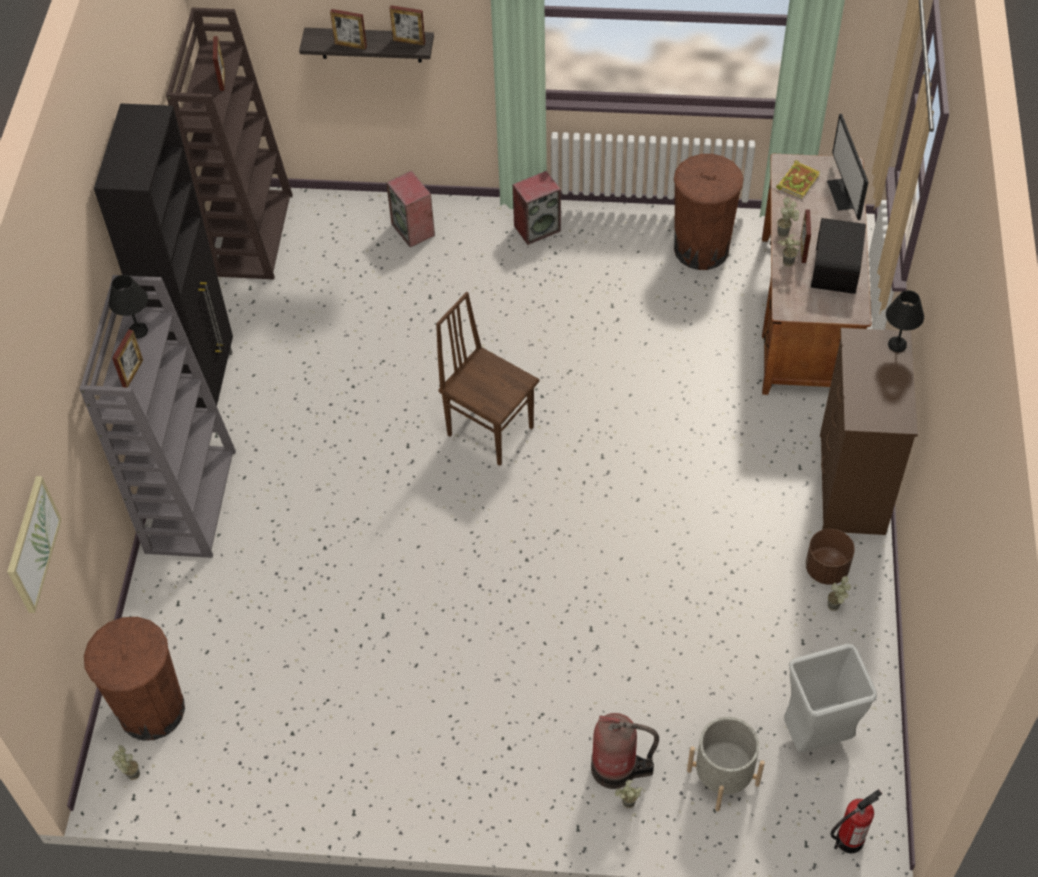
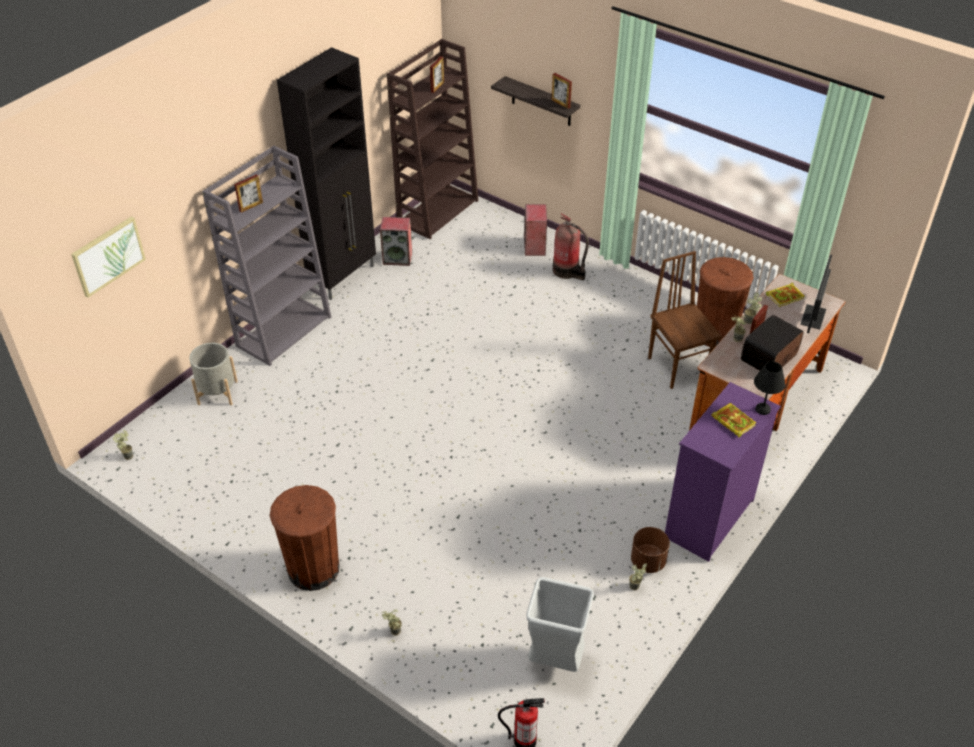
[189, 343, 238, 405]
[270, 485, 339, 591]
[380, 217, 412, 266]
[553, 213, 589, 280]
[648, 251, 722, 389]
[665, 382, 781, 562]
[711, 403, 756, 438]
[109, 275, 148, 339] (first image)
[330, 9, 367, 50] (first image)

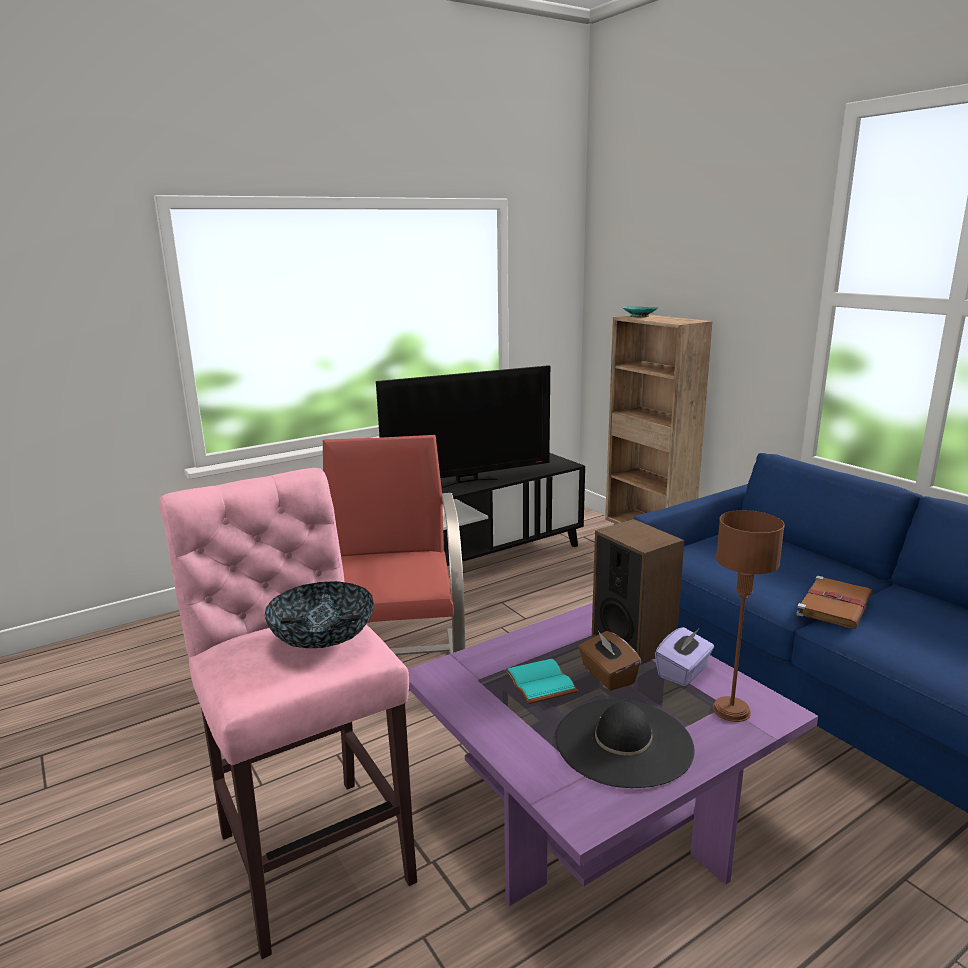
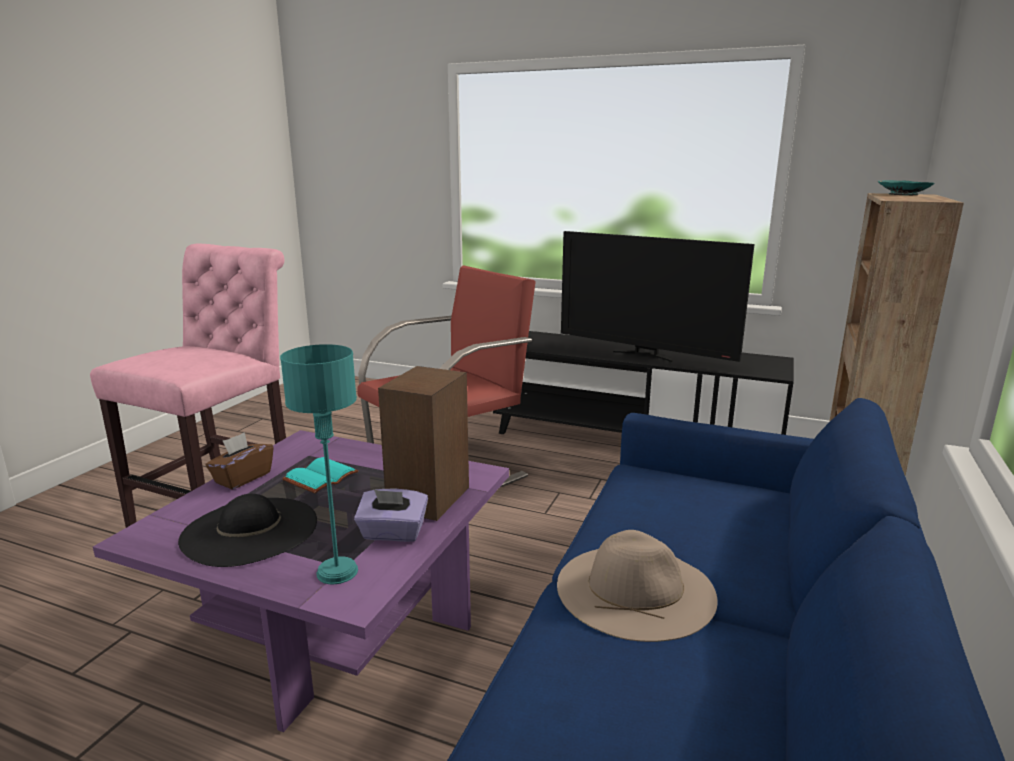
[206, 432, 274, 490]
[280, 344, 358, 584]
[557, 530, 718, 642]
[265, 581, 374, 648] (first image)

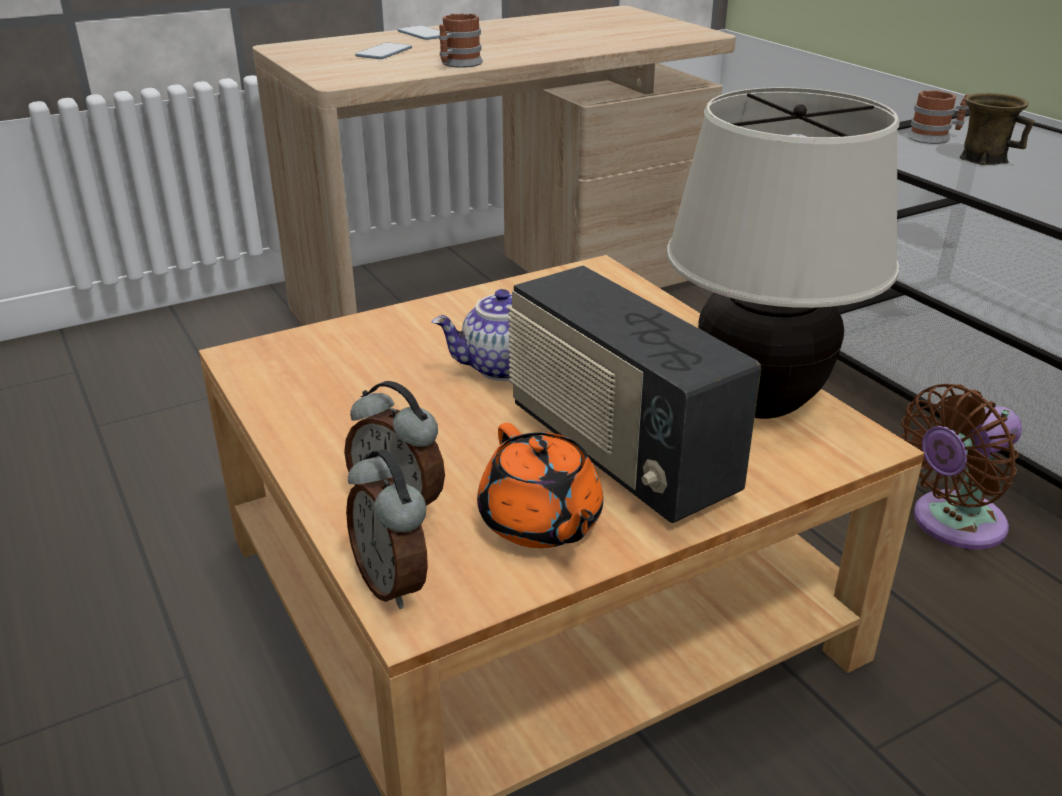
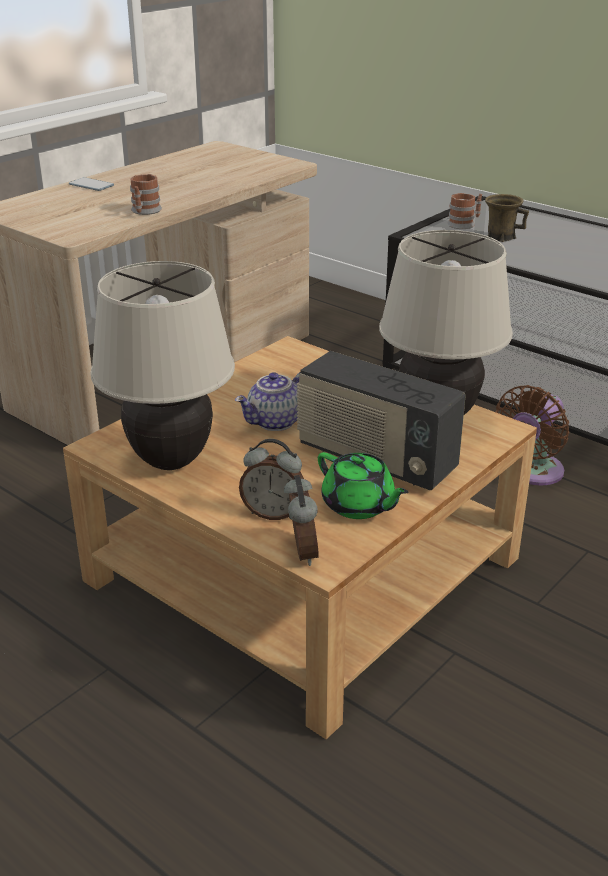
[90, 261, 235, 470]
[284, 475, 319, 566]
[318, 452, 408, 519]
[355, 43, 412, 59] (first image)

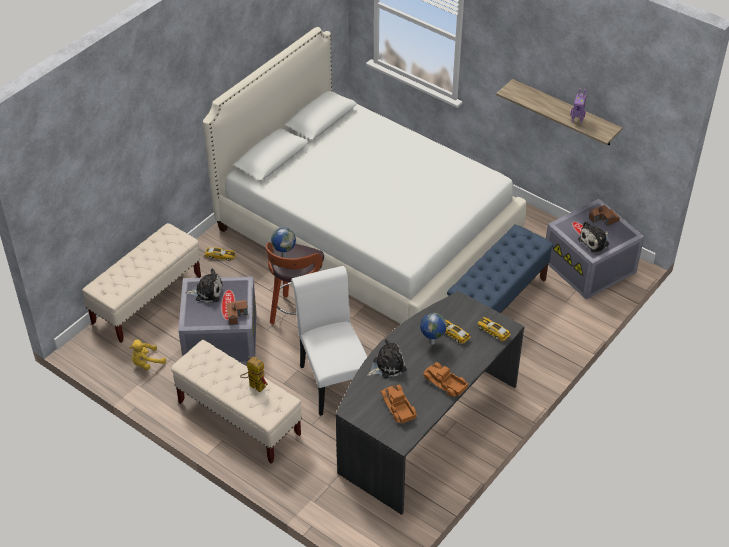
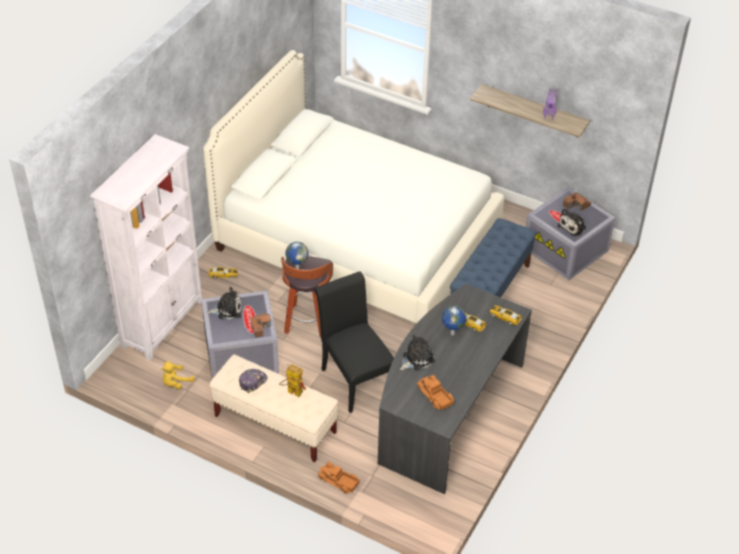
[90, 134, 203, 360]
[239, 369, 267, 393]
[314, 271, 394, 413]
[318, 462, 360, 493]

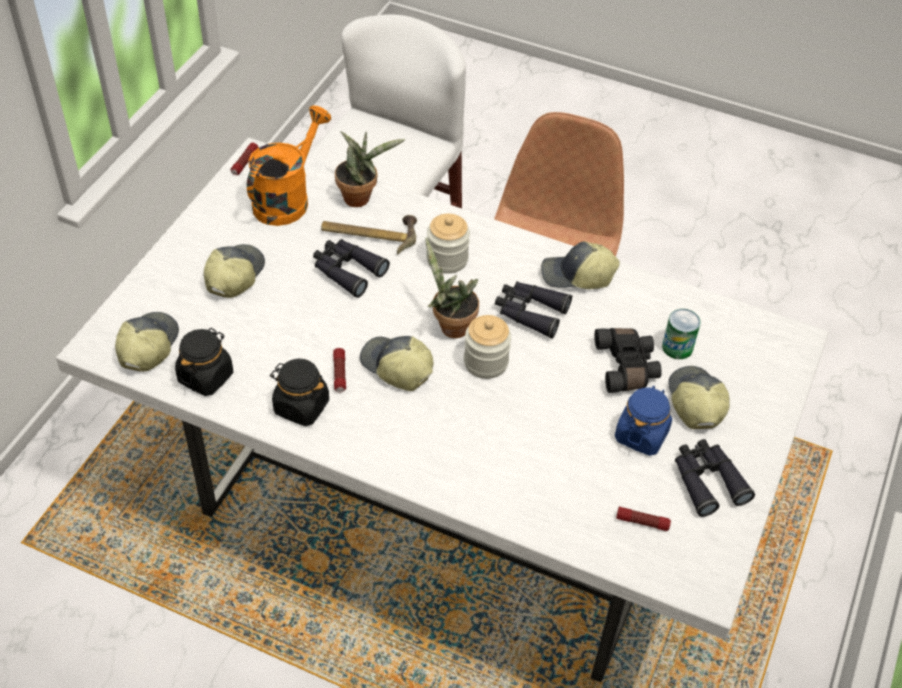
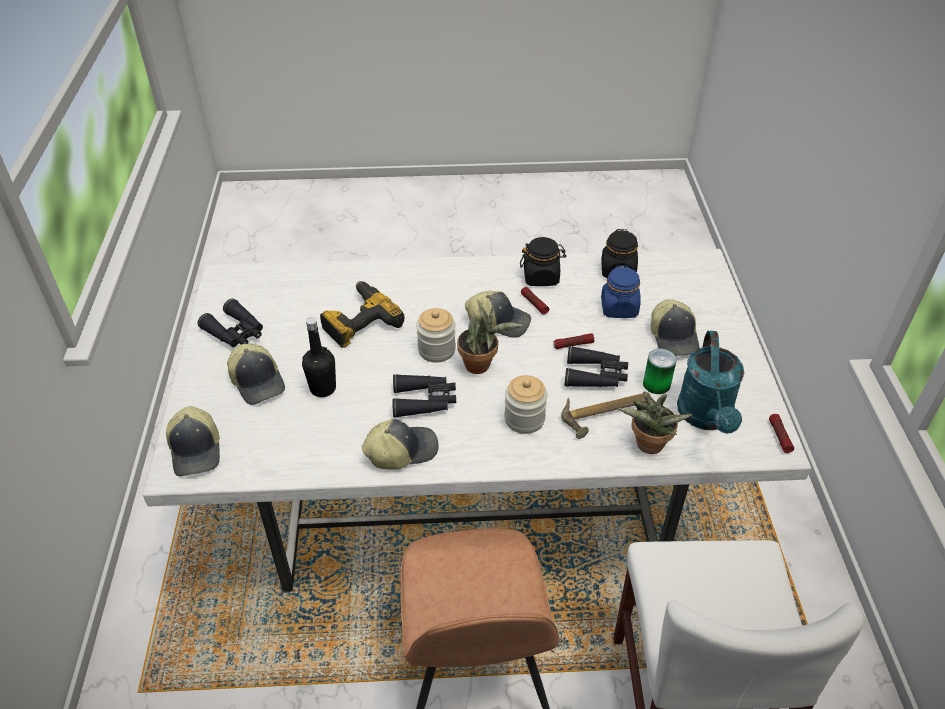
[166, 406, 220, 477]
[302, 317, 336, 397]
[320, 281, 405, 348]
[553, 333, 594, 349]
[601, 265, 641, 318]
[643, 349, 677, 394]
[677, 331, 744, 434]

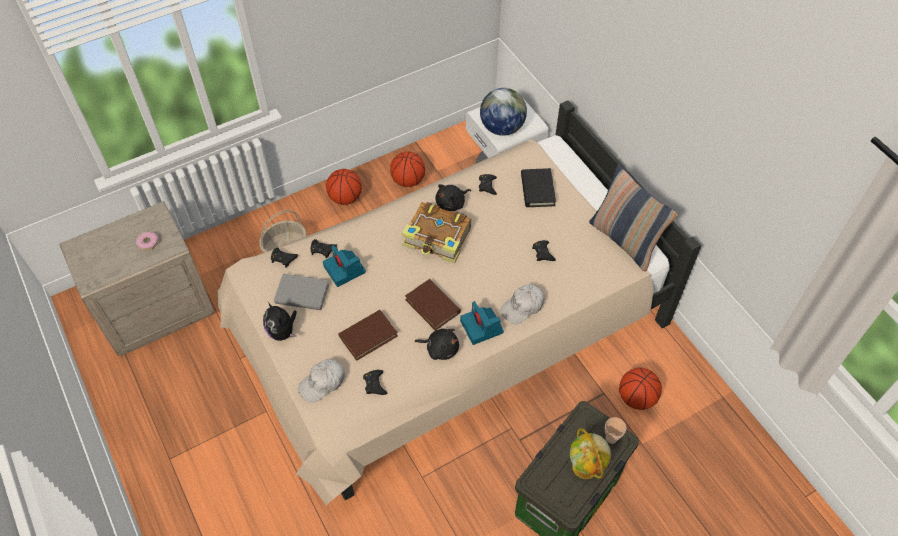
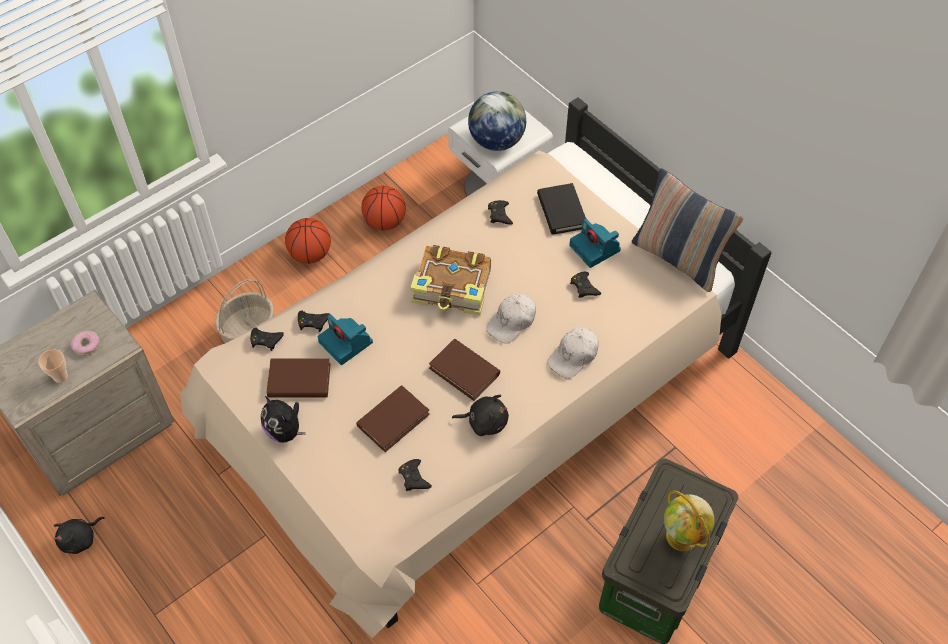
[38, 349, 68, 383]
[54, 517, 105, 554]
[267, 359, 331, 397]
[486, 294, 536, 344]
[569, 219, 621, 268]
[619, 368, 662, 410] (first image)

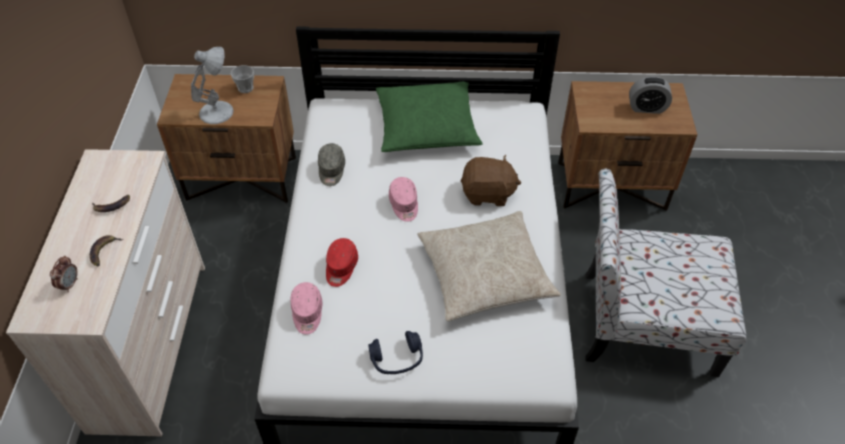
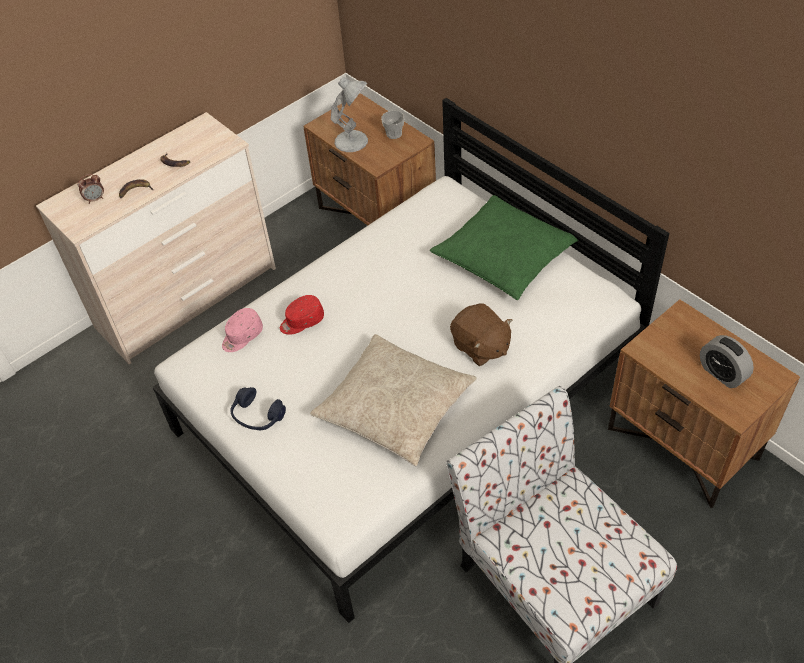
[318, 143, 345, 186] (first image)
[389, 177, 418, 222] (first image)

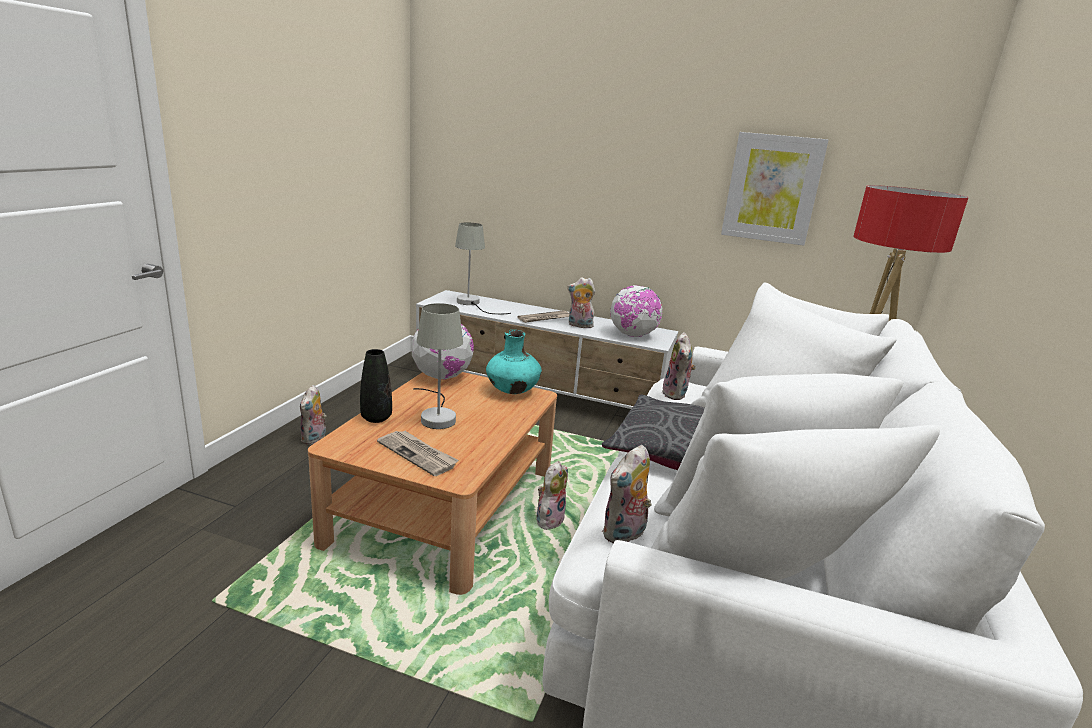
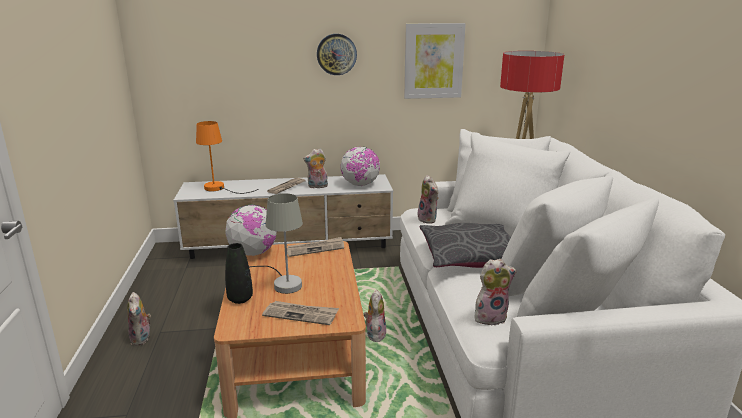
[196, 121, 258, 194]
[287, 237, 344, 257]
[317, 34, 357, 75]
[474, 259, 517, 325]

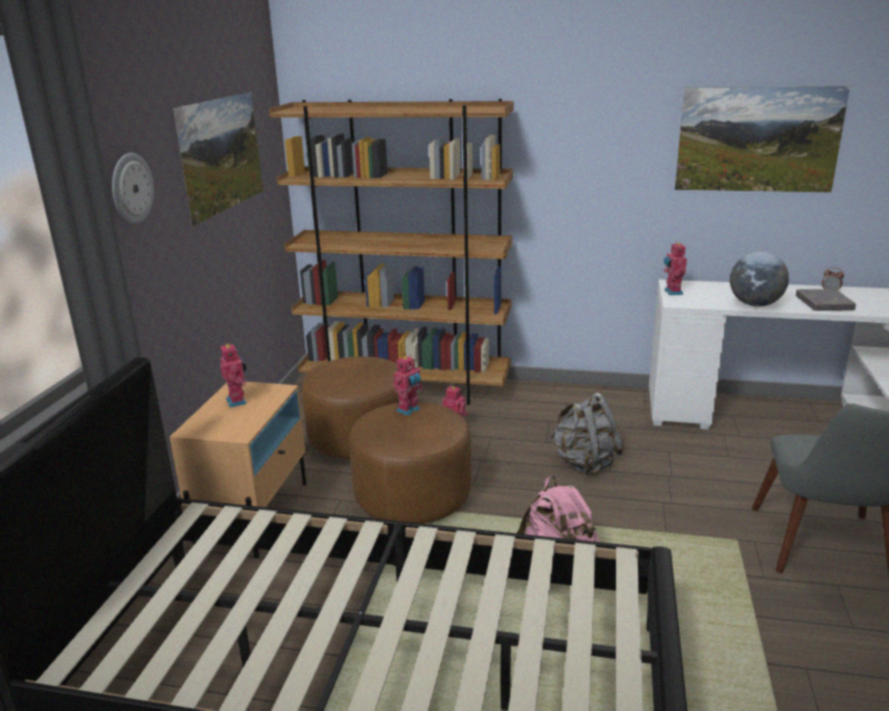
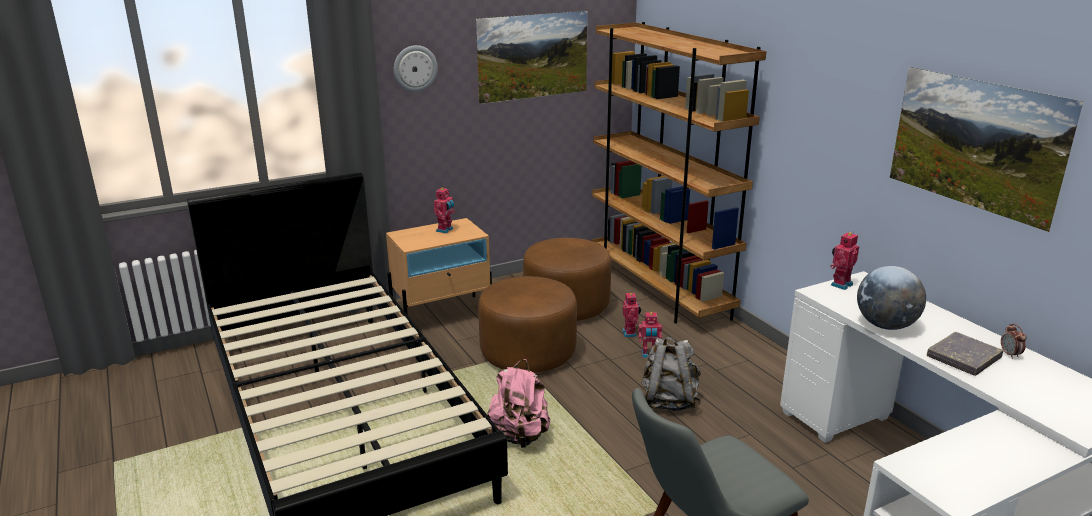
[638, 312, 663, 358]

